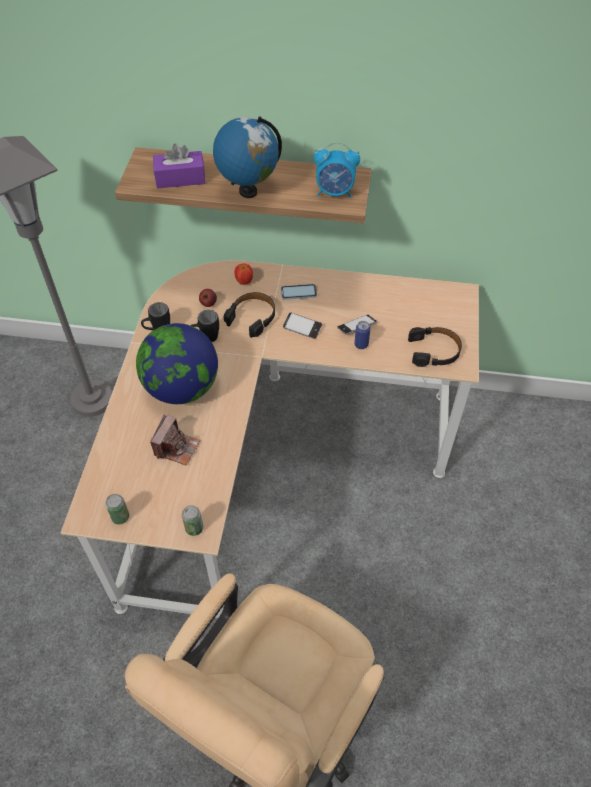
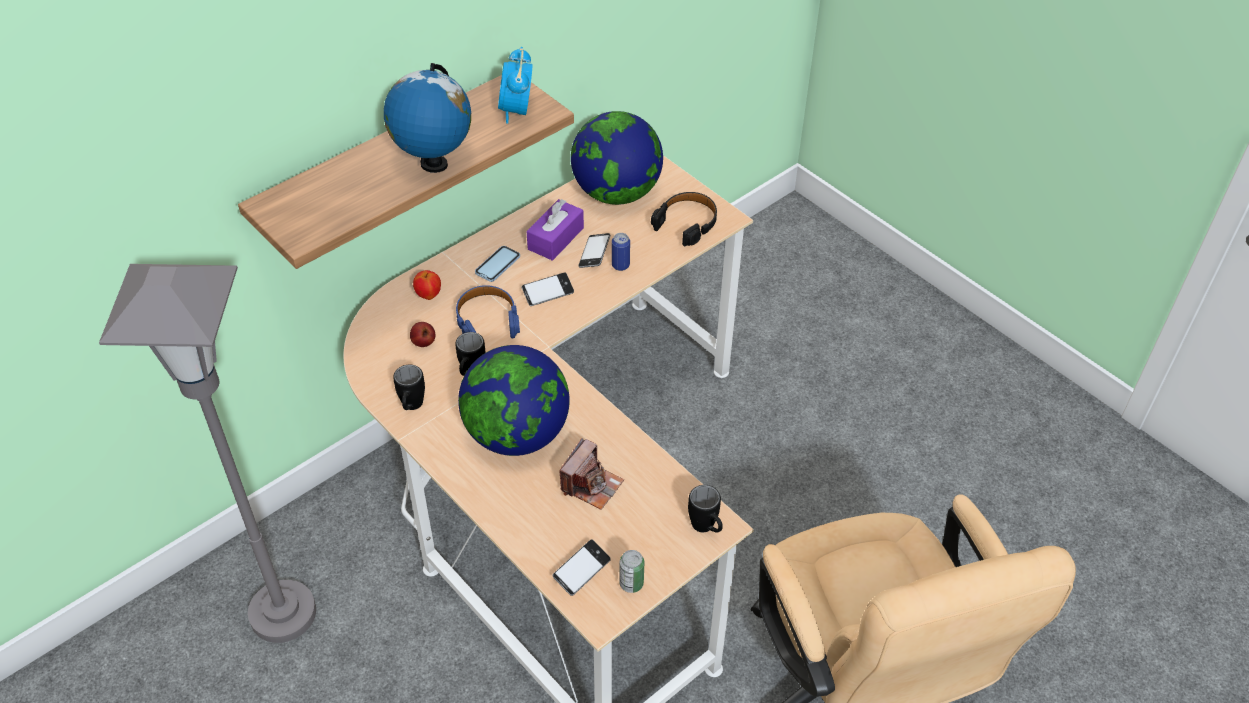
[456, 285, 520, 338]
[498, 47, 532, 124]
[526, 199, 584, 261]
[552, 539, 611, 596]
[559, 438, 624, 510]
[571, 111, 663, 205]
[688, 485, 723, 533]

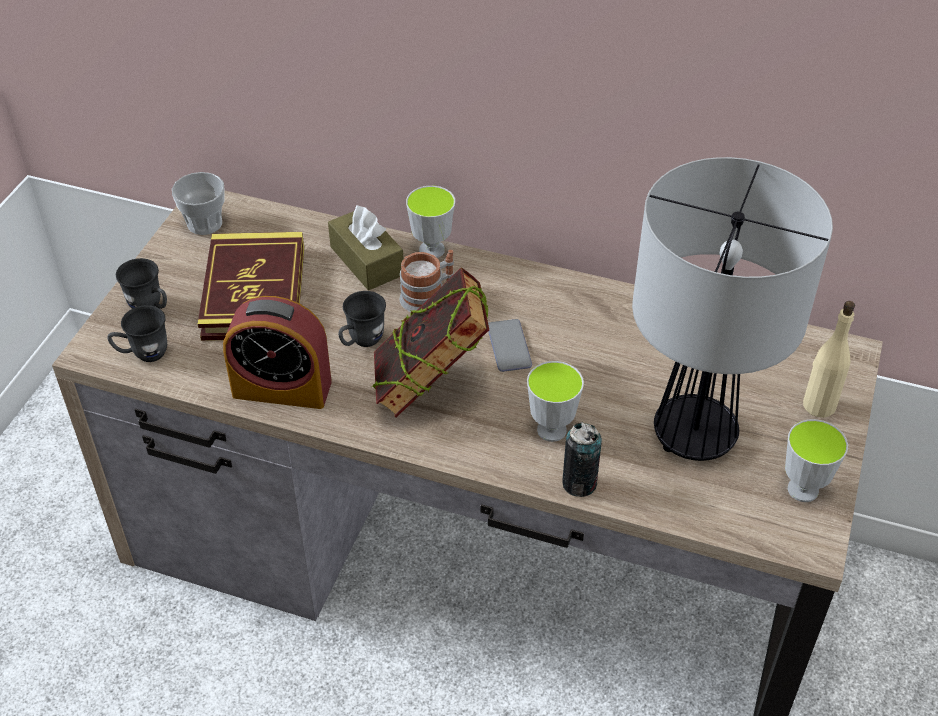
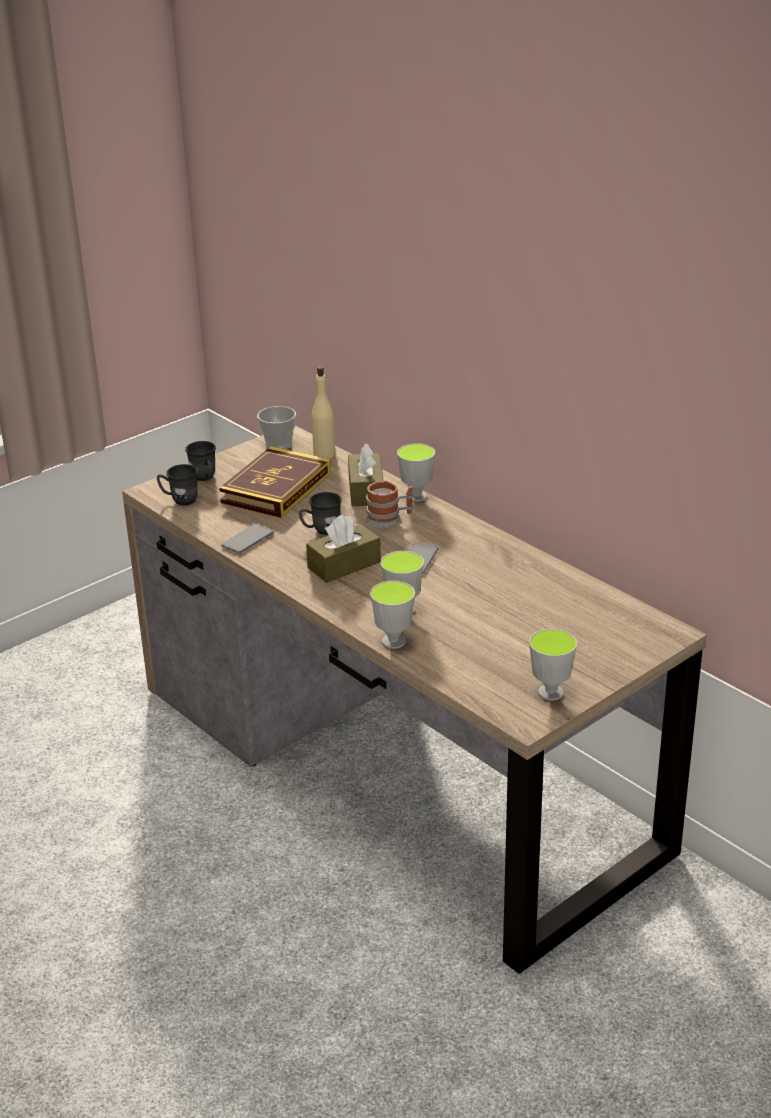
[221, 524, 274, 554]
[306, 514, 381, 583]
[312, 367, 335, 459]
[370, 581, 415, 649]
[632, 157, 833, 461] (first image)

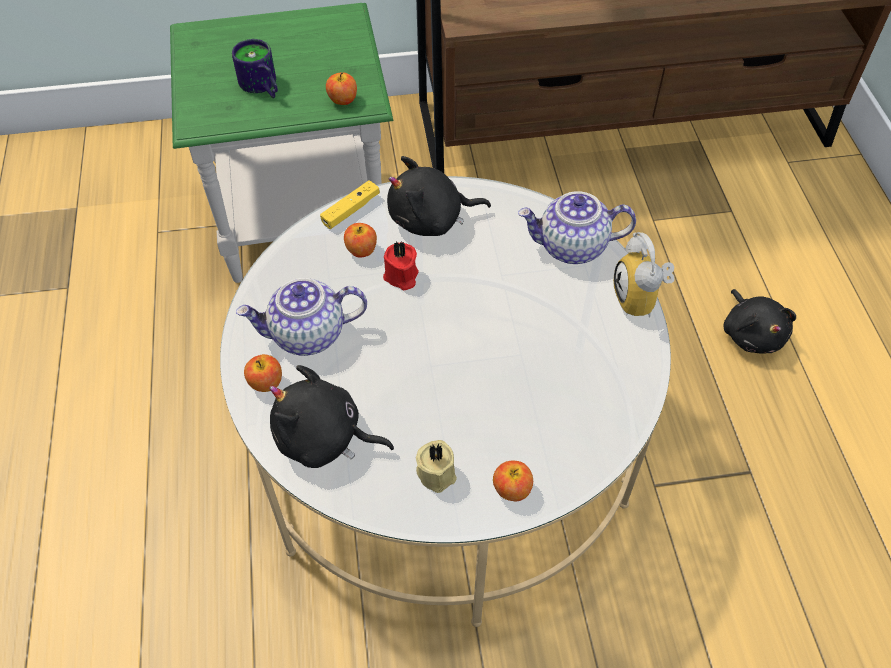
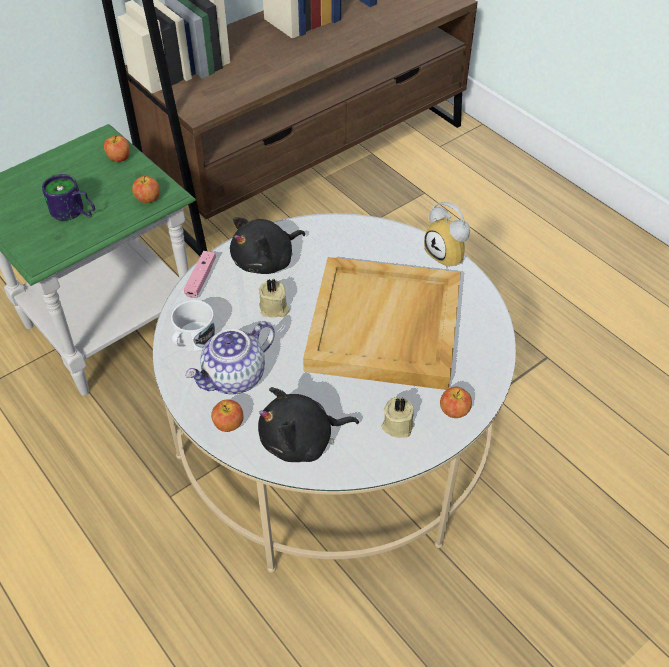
[104, 136, 130, 162]
[171, 300, 216, 351]
[184, 251, 216, 298]
[259, 279, 289, 317]
[303, 257, 461, 390]
[518, 191, 636, 264] (first image)
[723, 289, 796, 354] (first image)

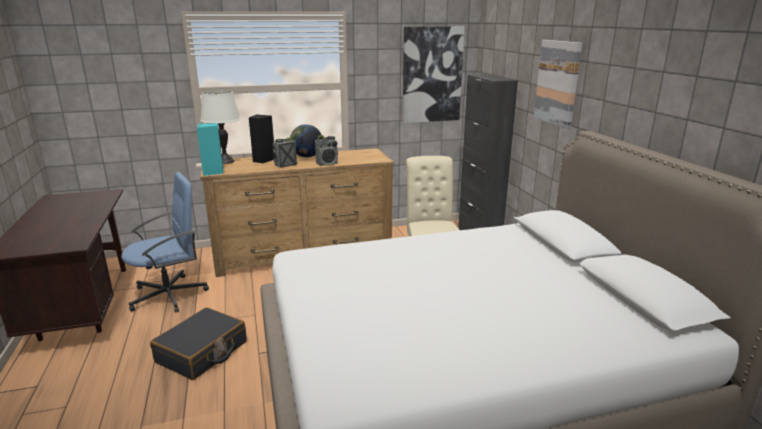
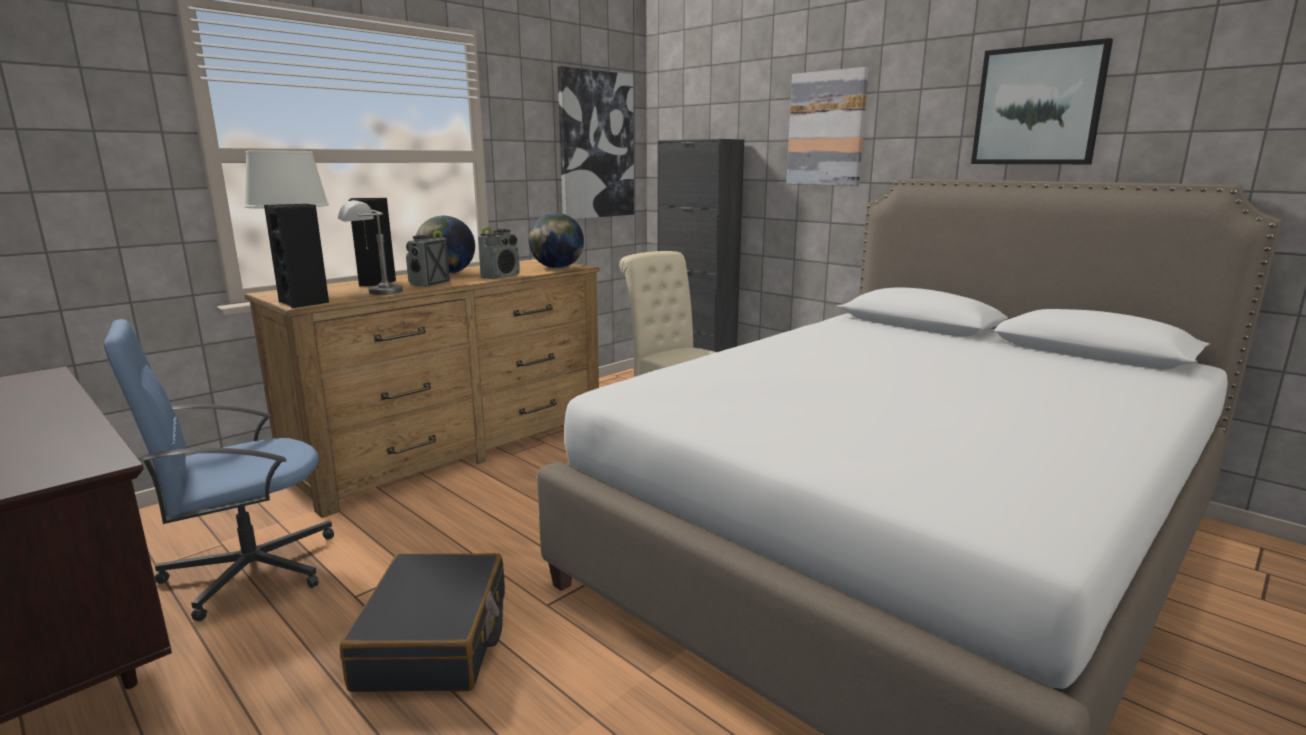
[104, 319, 334, 621]
[264, 204, 329, 309]
[338, 200, 403, 295]
[529, 213, 584, 268]
[971, 38, 1113, 164]

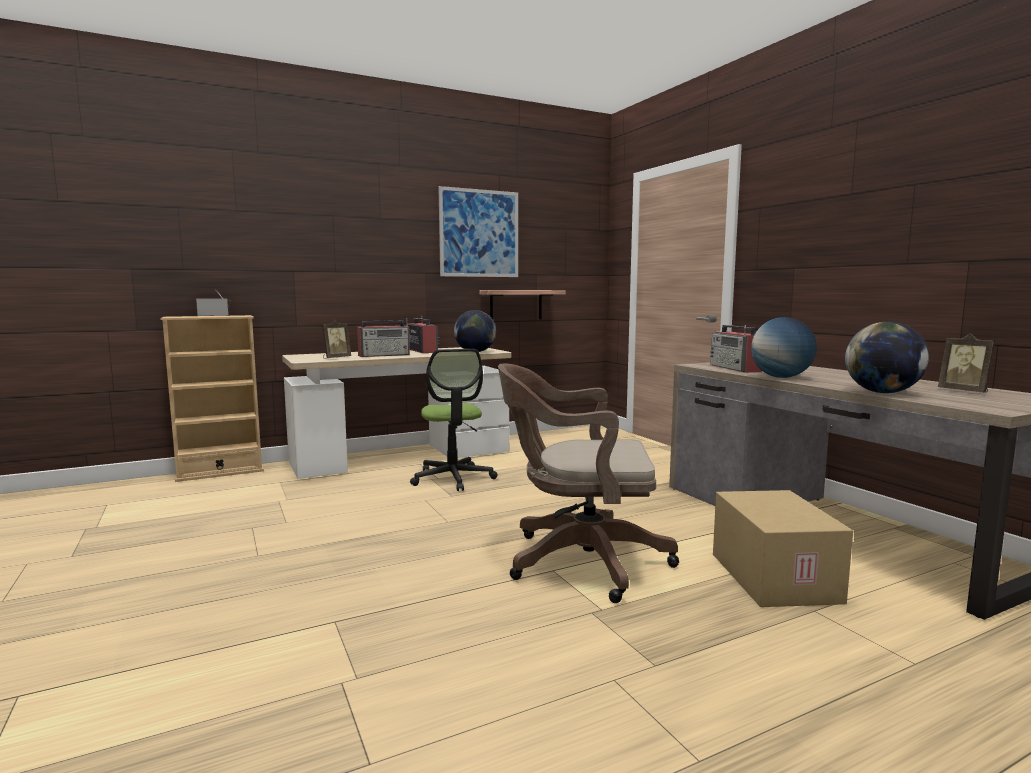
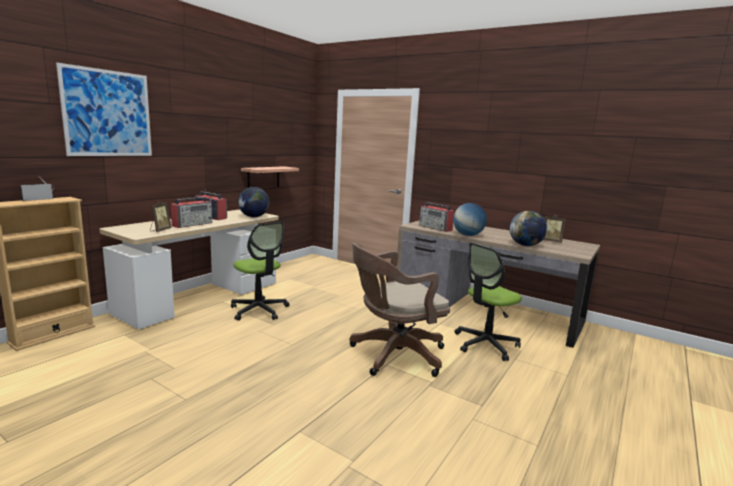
[56, 62, 152, 156]
[454, 243, 522, 361]

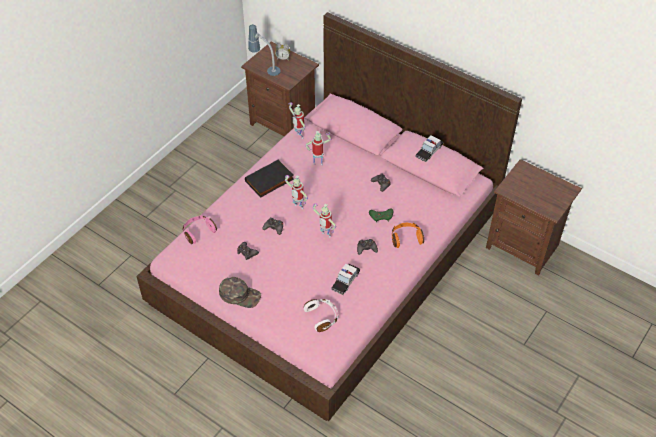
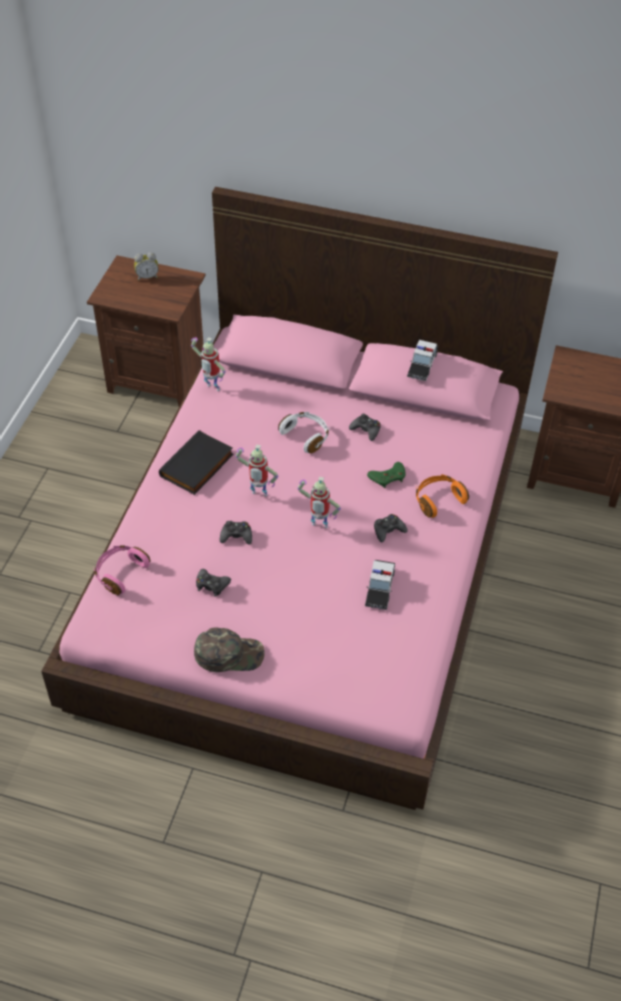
[278, 412, 329, 454]
[248, 24, 281, 76] (first image)
[305, 131, 331, 165] (first image)

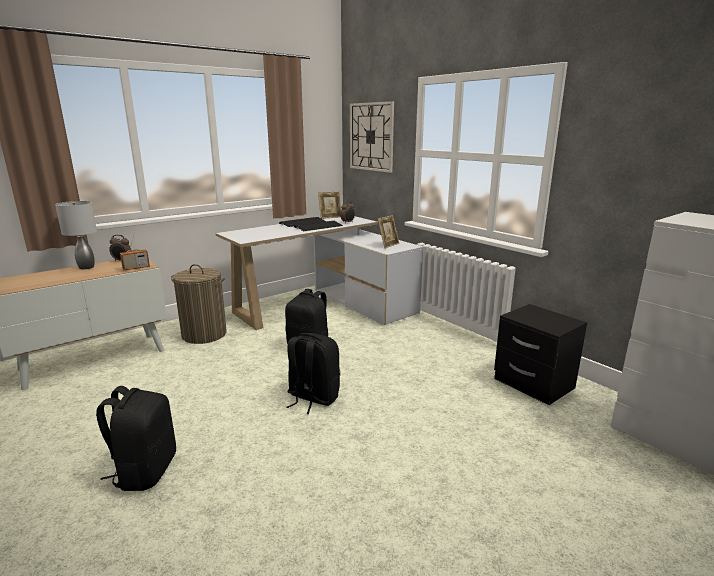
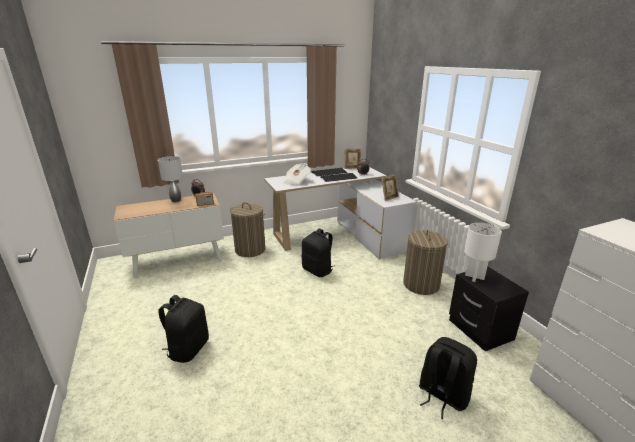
[283, 163, 311, 185]
[403, 230, 448, 295]
[419, 337, 477, 420]
[464, 223, 502, 282]
[350, 101, 394, 173] (first image)

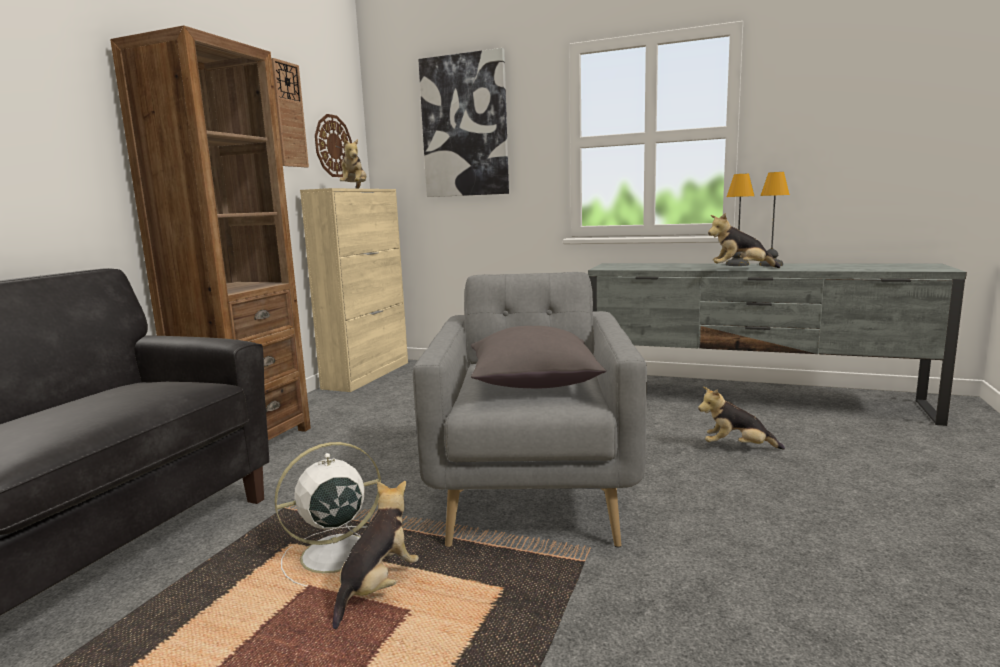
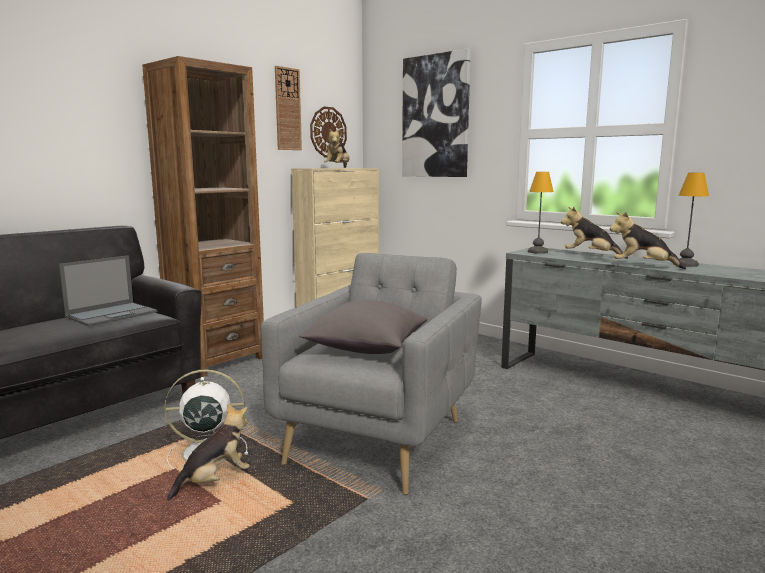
[59, 255, 157, 326]
[528, 172, 554, 254]
[561, 207, 628, 259]

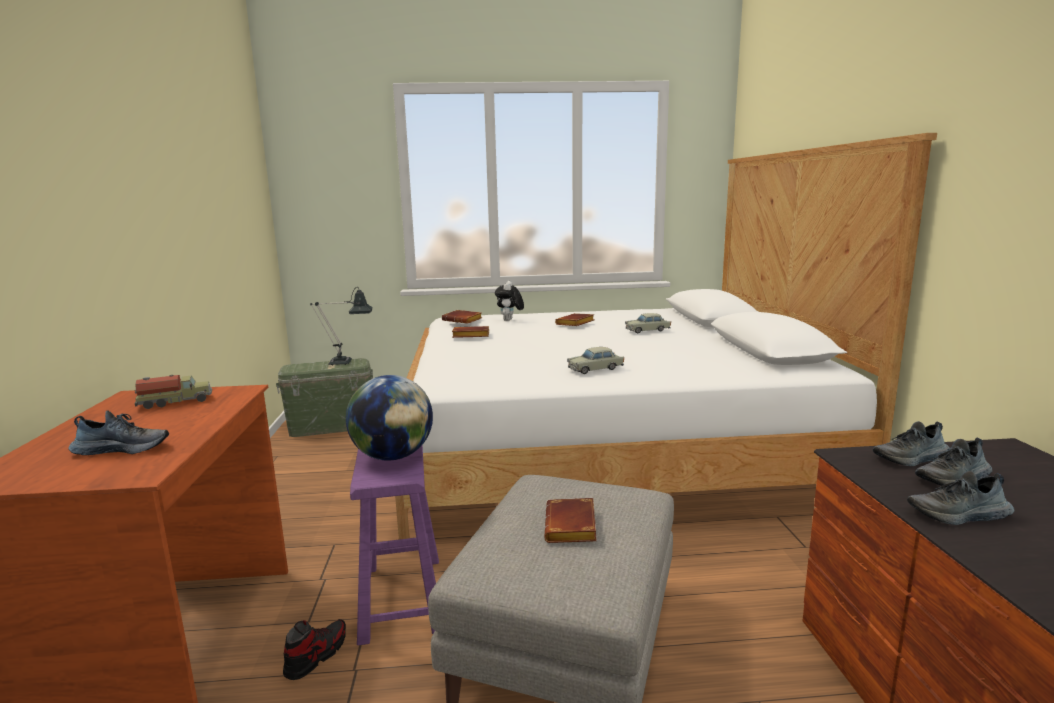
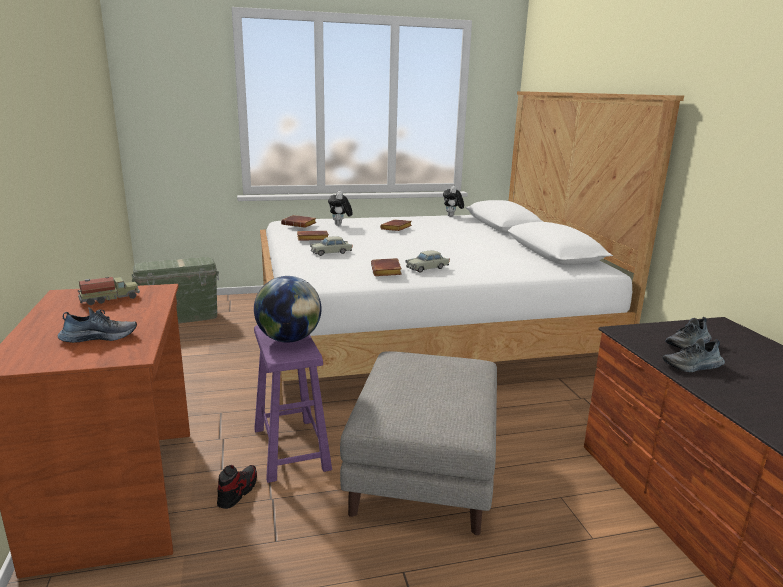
[310, 236, 353, 256]
[371, 258, 402, 276]
[443, 186, 464, 217]
[310, 288, 372, 366] (first image)
[873, 421, 950, 466] (first image)

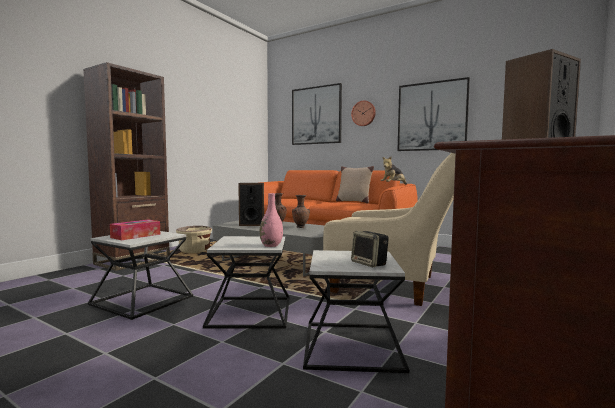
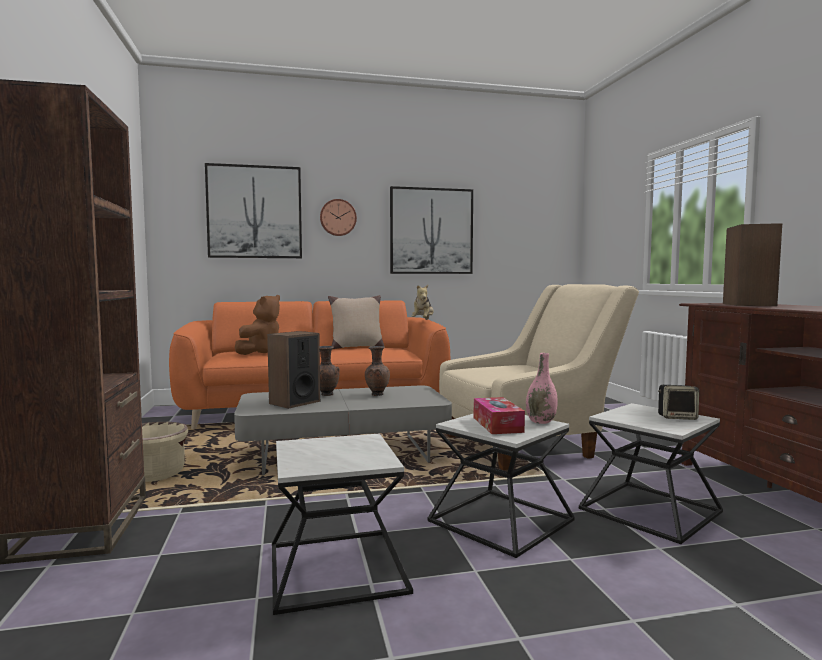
[235, 295, 280, 355]
[474, 397, 525, 434]

